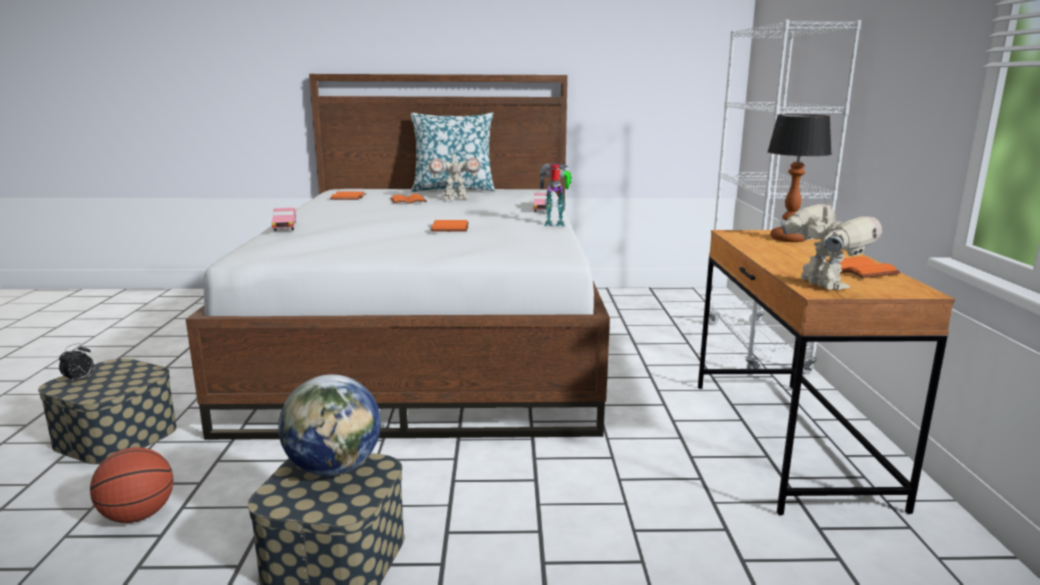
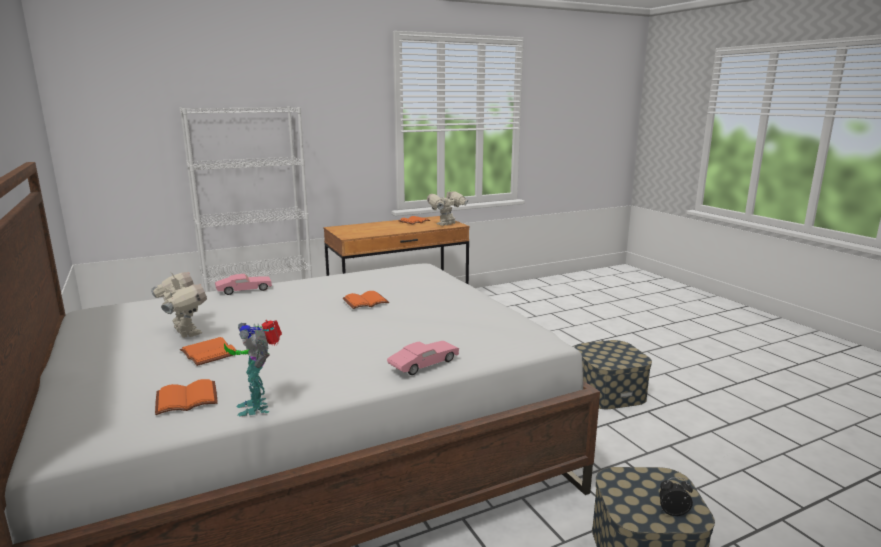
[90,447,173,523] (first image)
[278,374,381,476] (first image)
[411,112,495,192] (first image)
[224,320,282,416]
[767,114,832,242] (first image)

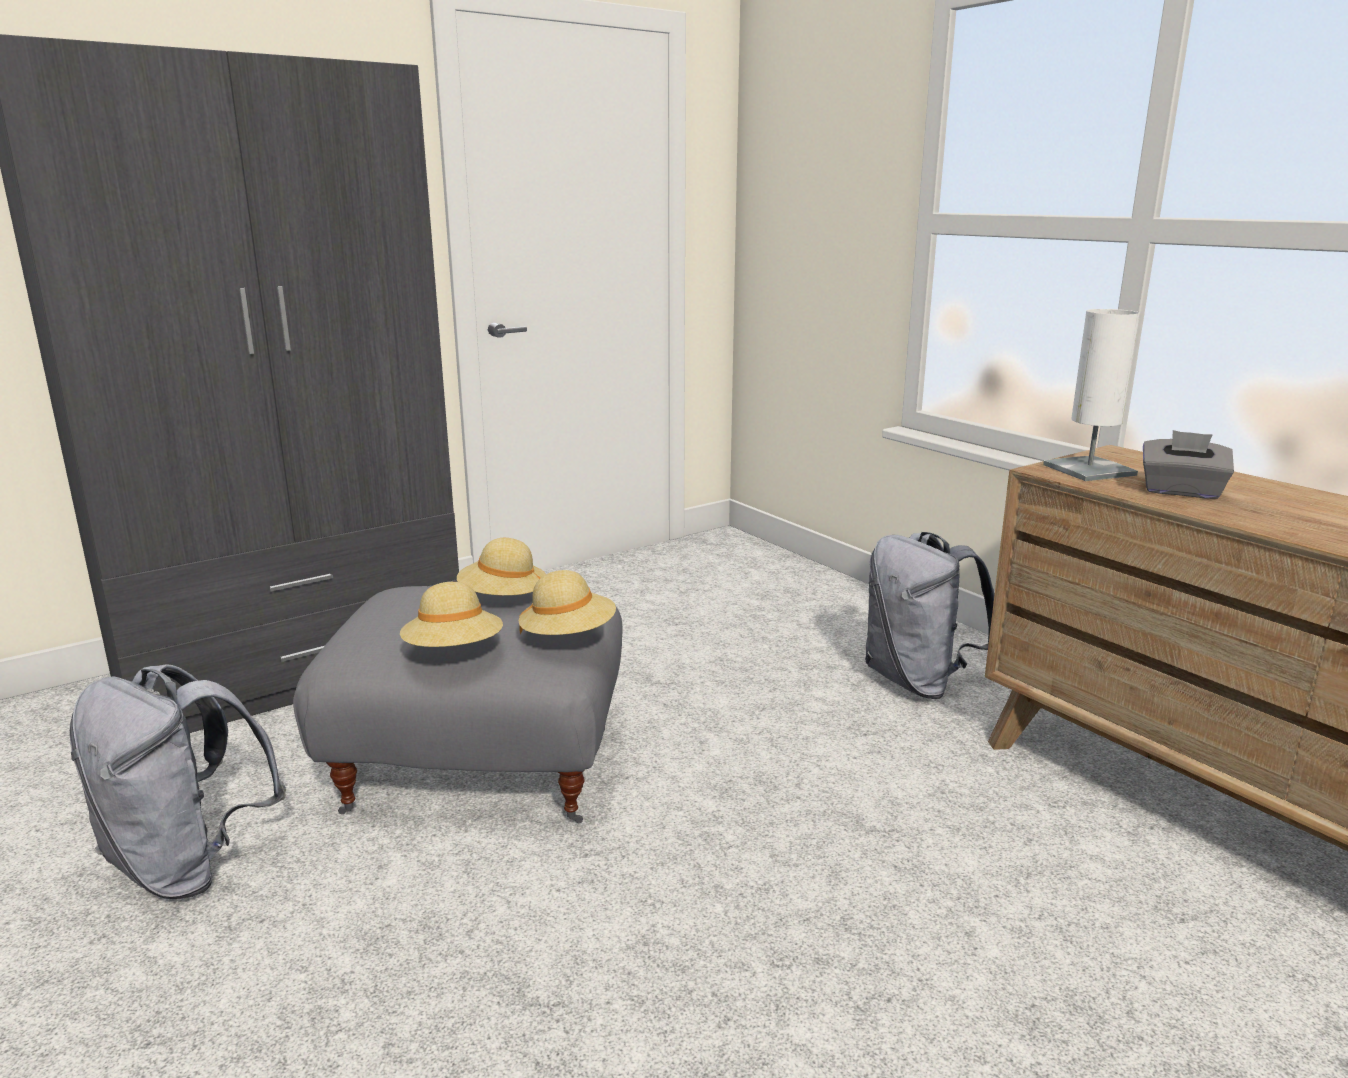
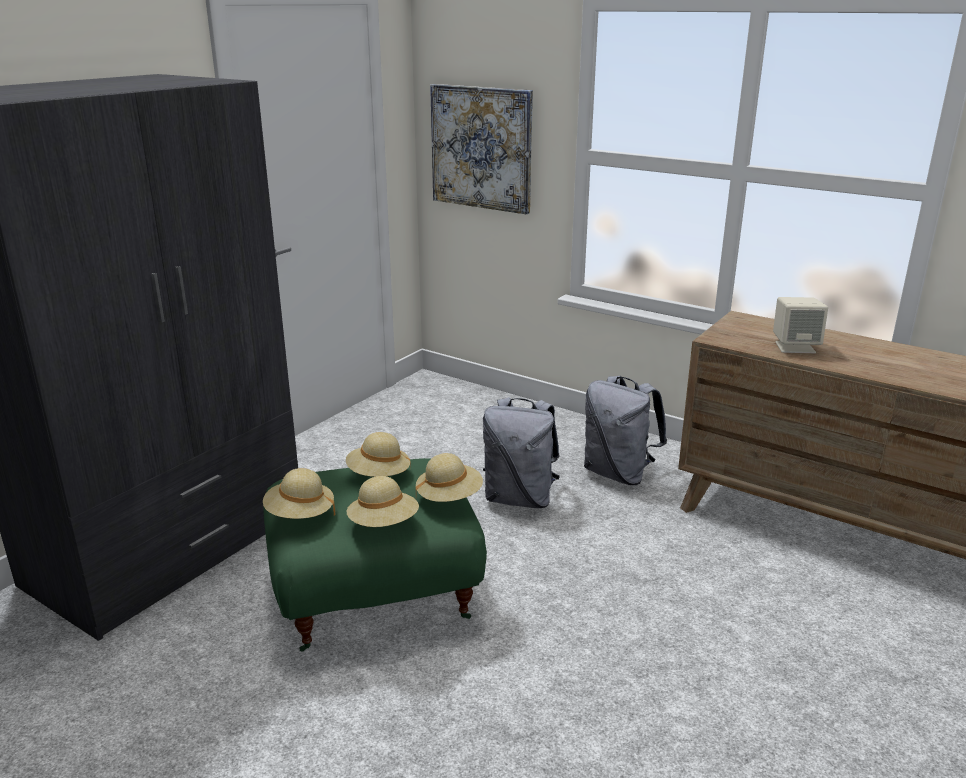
[483,397,560,508]
[263,458,487,651]
[1043,309,1140,481] (first image)
[773,297,828,353]
[263,468,335,519]
[430,84,533,214]

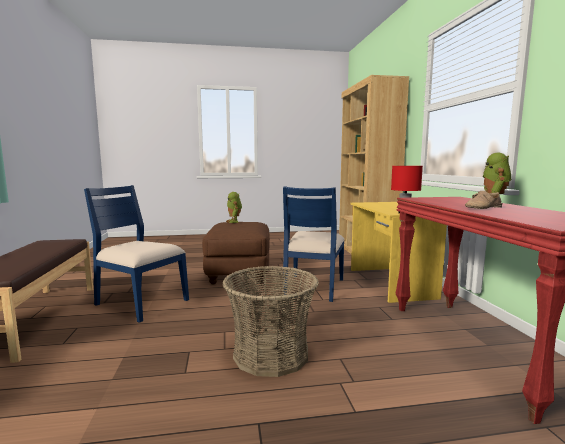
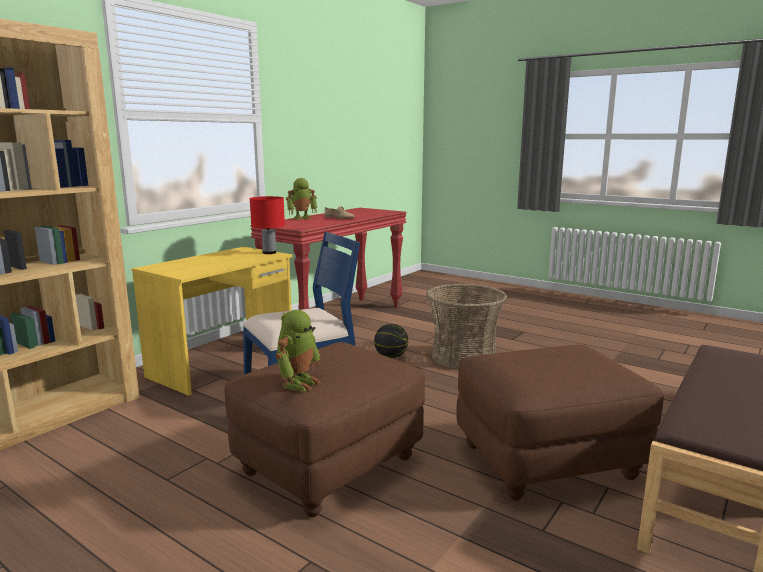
[456,345,664,501]
[374,324,408,358]

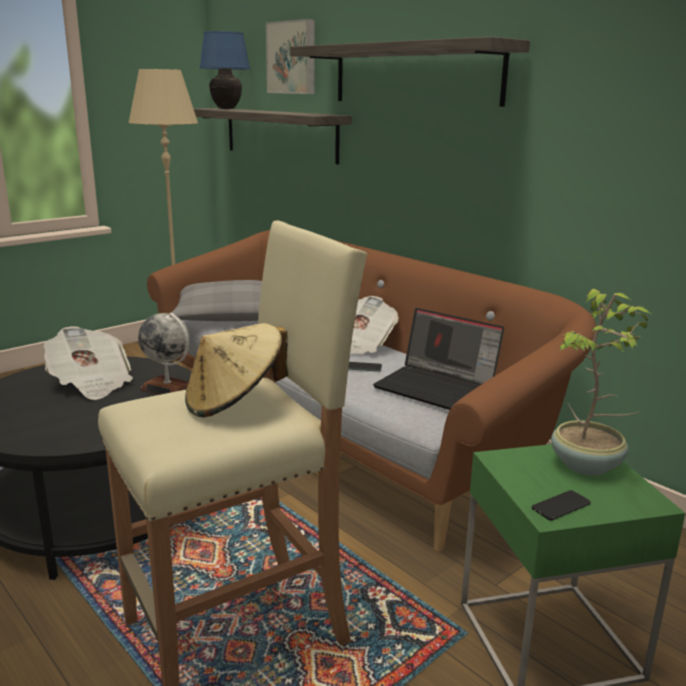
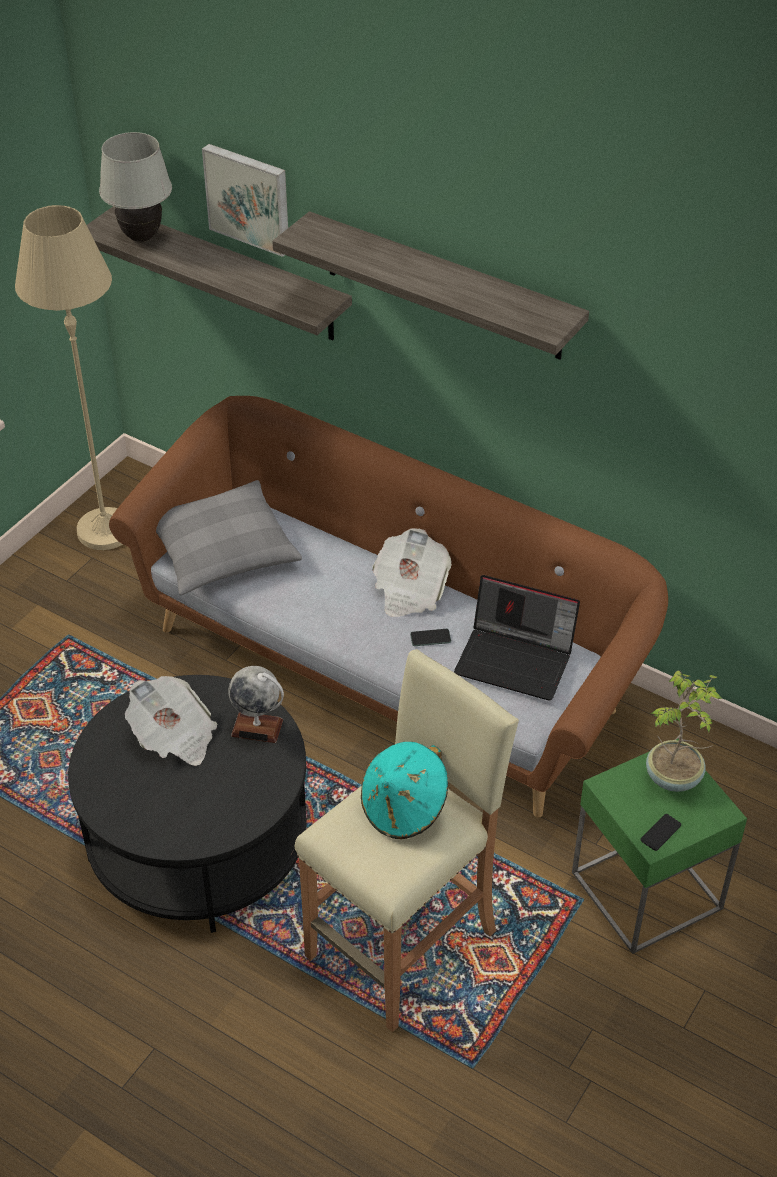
[361,742,448,839]
[99,132,172,242]

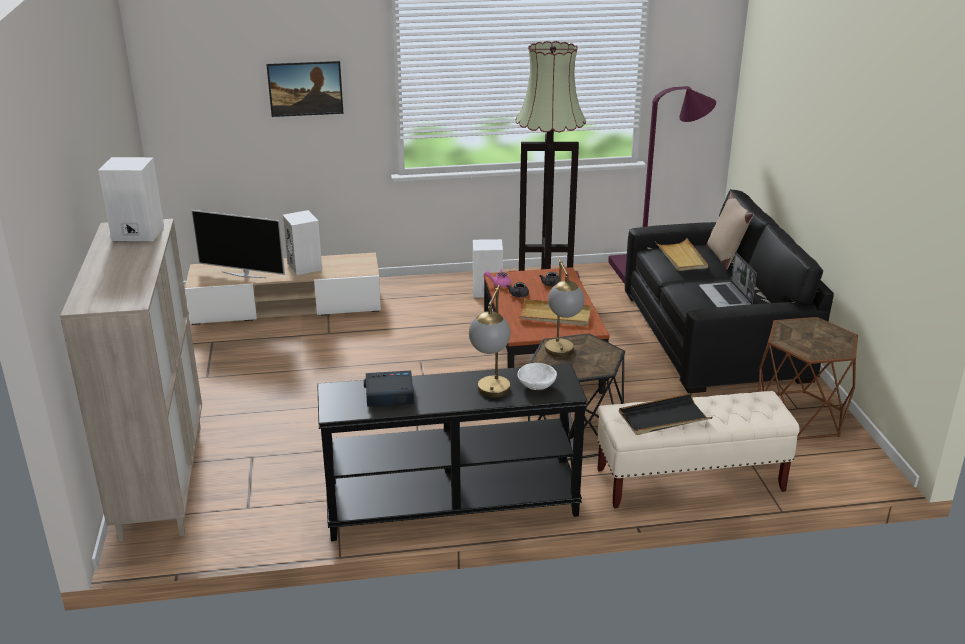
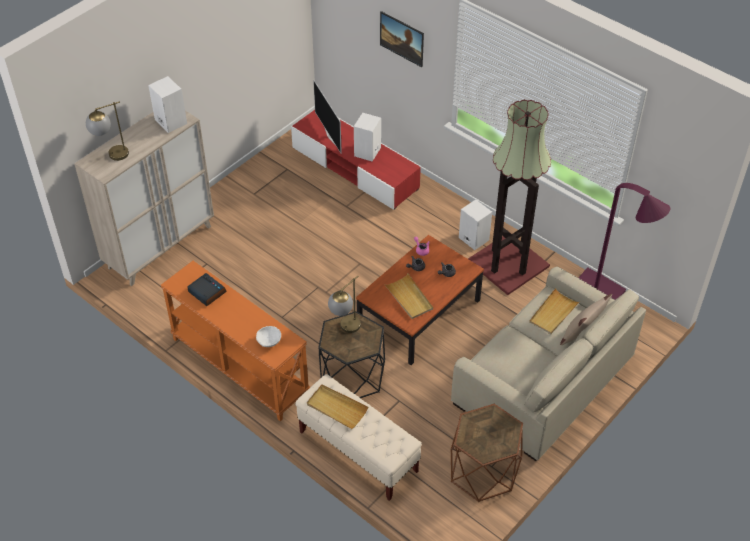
[291,110,421,209]
[161,261,310,421]
[86,101,129,161]
[307,385,368,429]
[451,267,646,461]
[699,252,757,307] (first image)

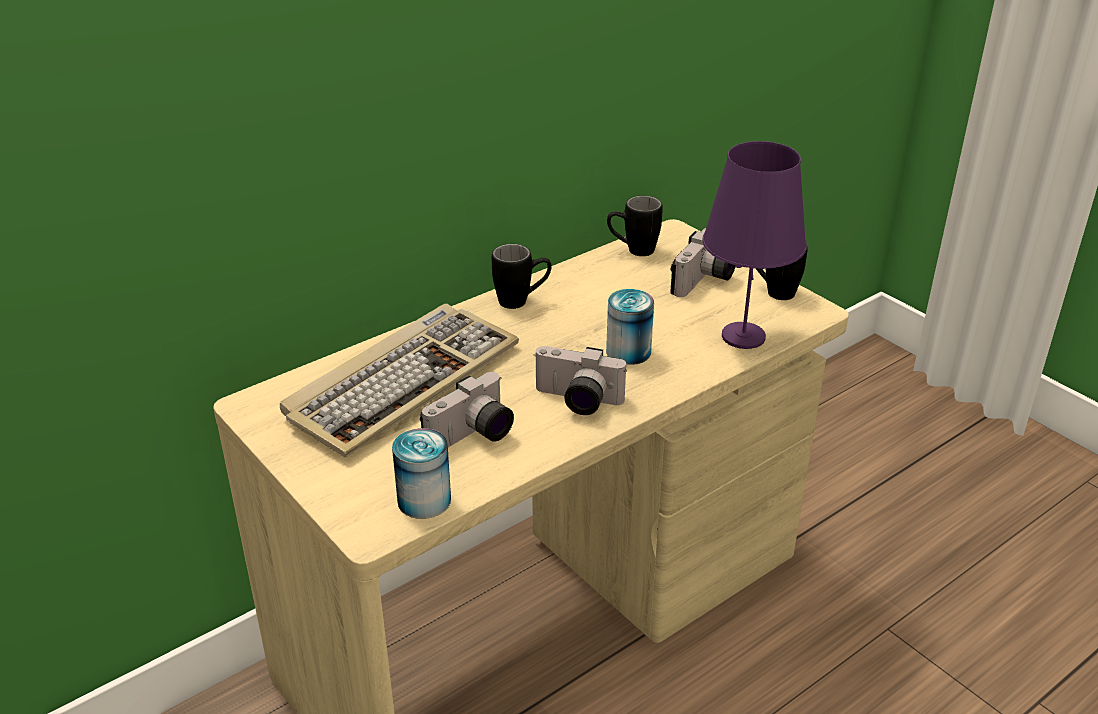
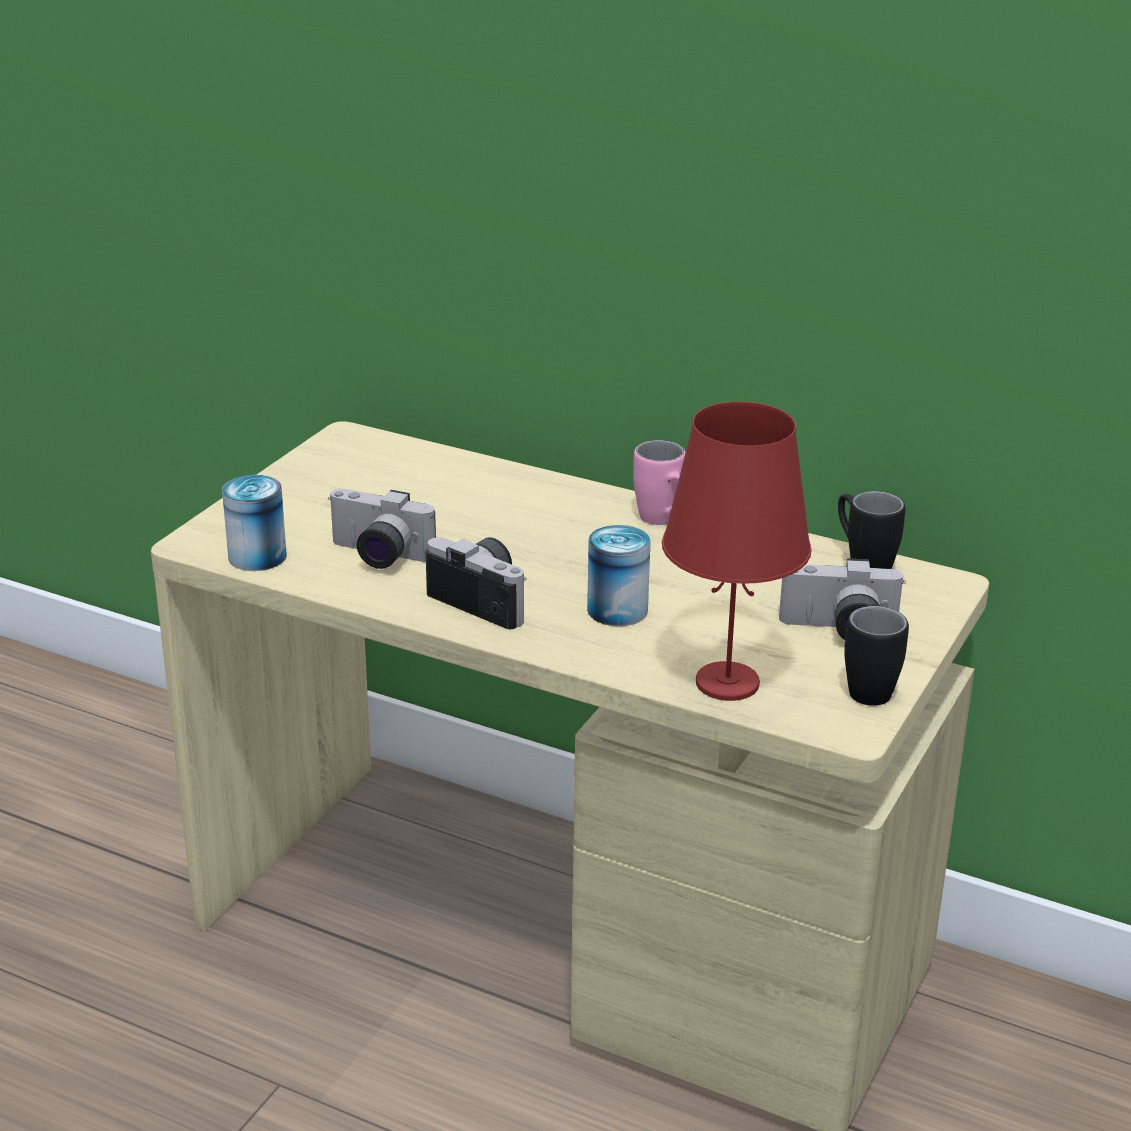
[280,304,519,457] (first image)
[633,440,686,525]
[425,537,527,629]
[662,402,812,701]

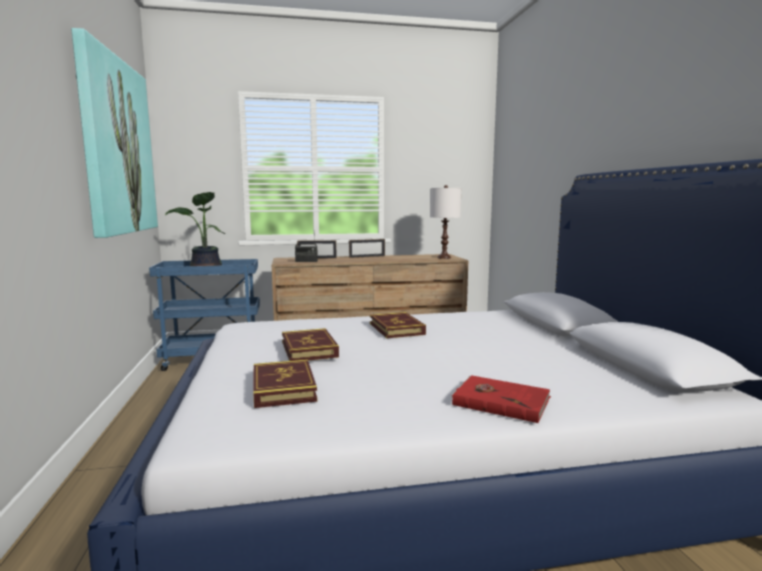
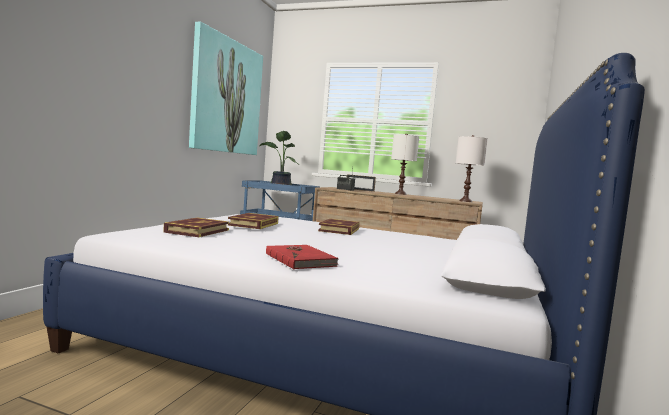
[391,134,419,195]

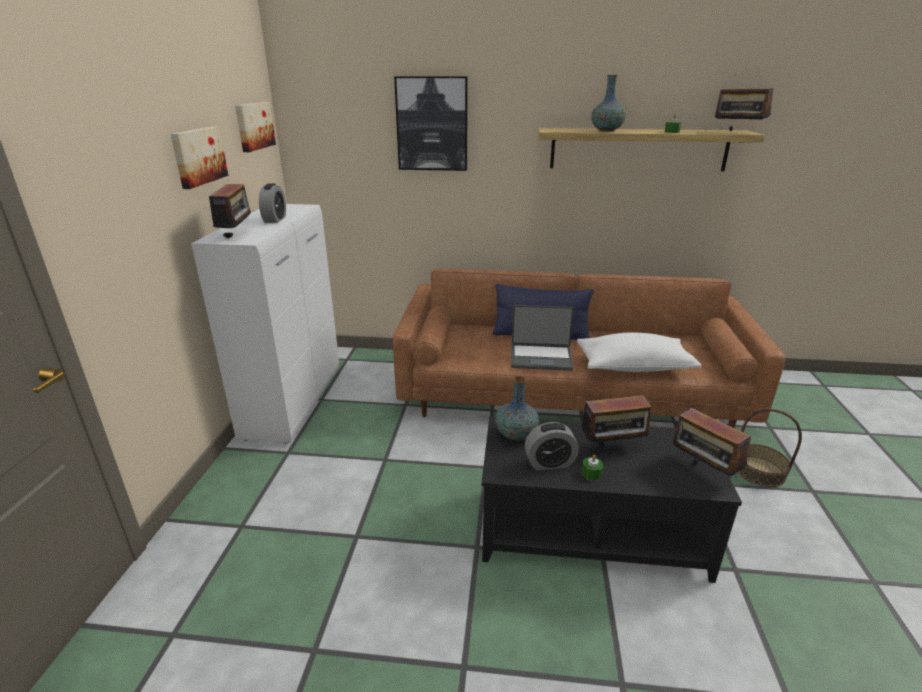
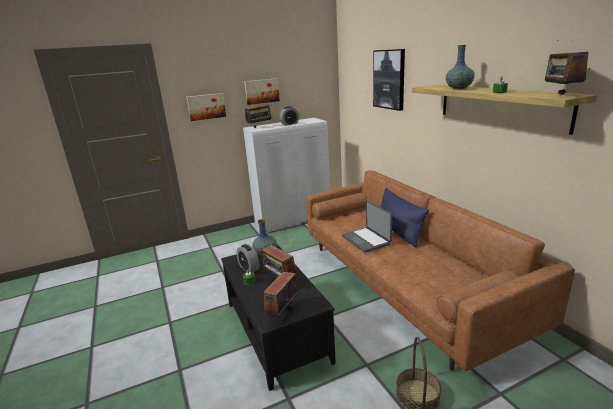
[187,93,226,121]
[577,333,702,372] (first image)

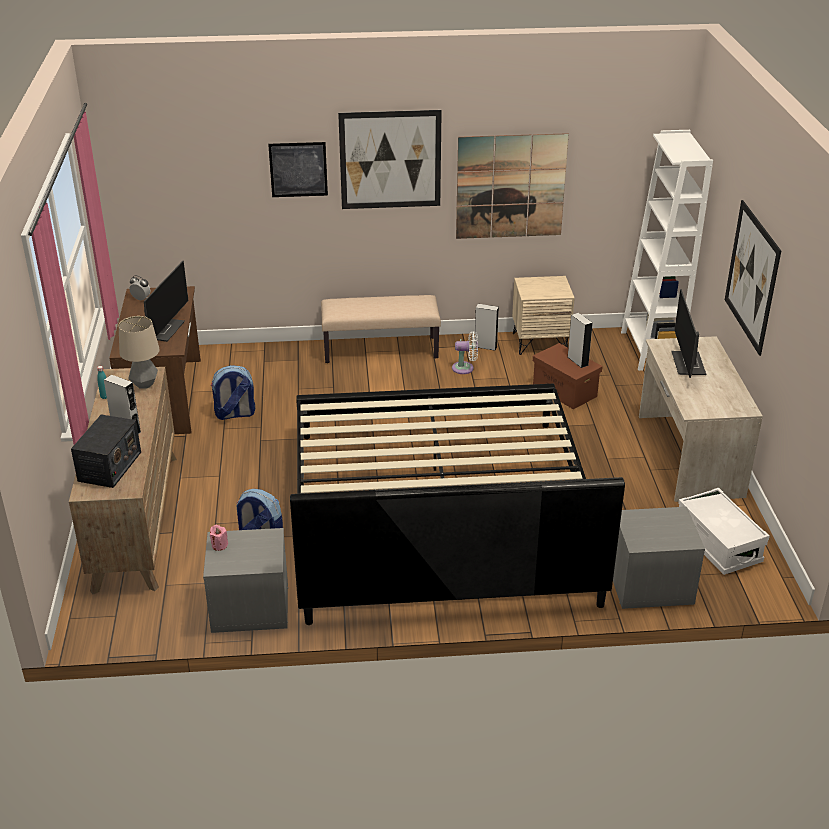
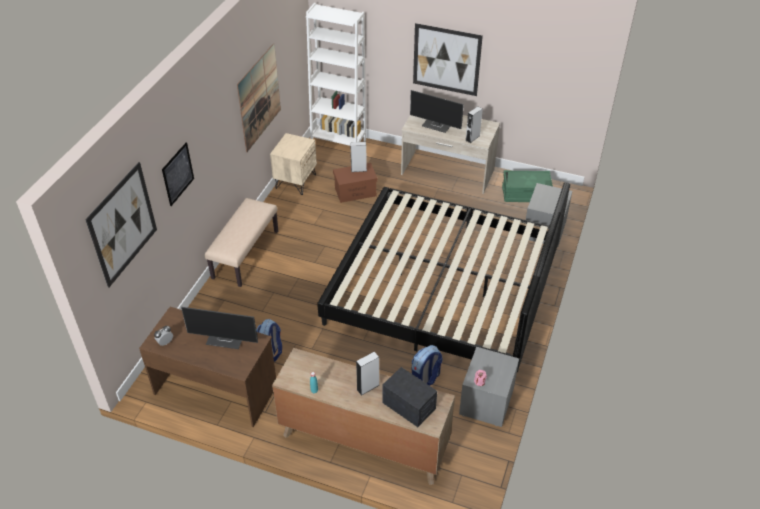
[119,316,160,389] (first image)
[181,307,258,349]
[85,162,157,288]
[452,331,478,374] (first image)
[465,106,483,143]
[502,170,553,202]

